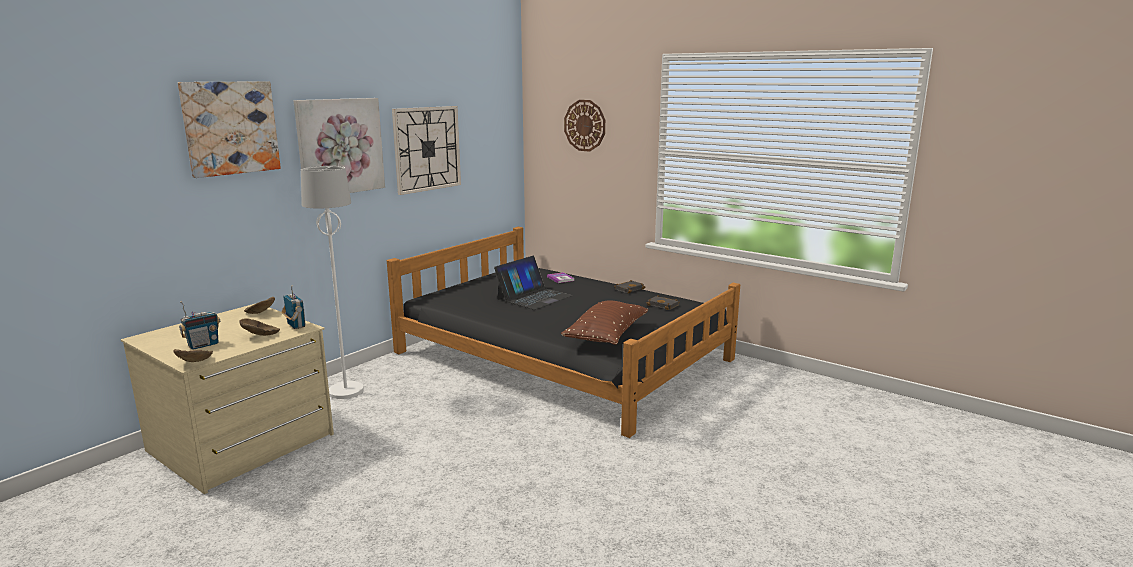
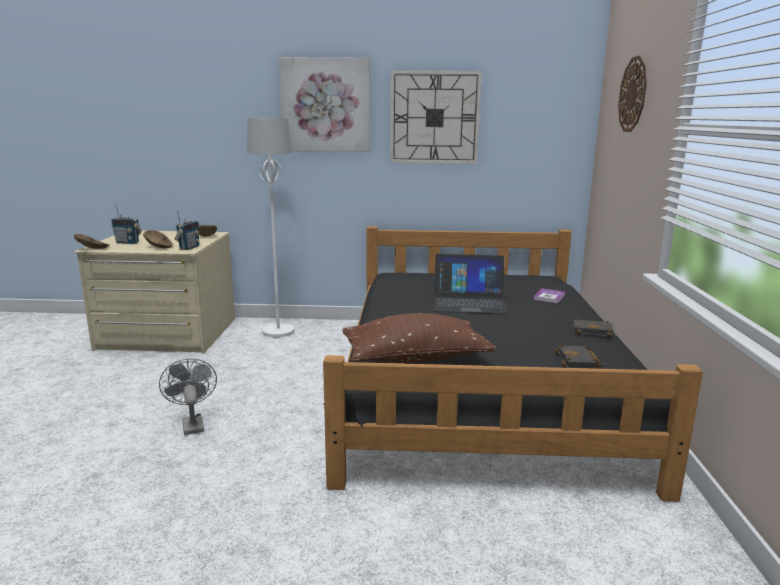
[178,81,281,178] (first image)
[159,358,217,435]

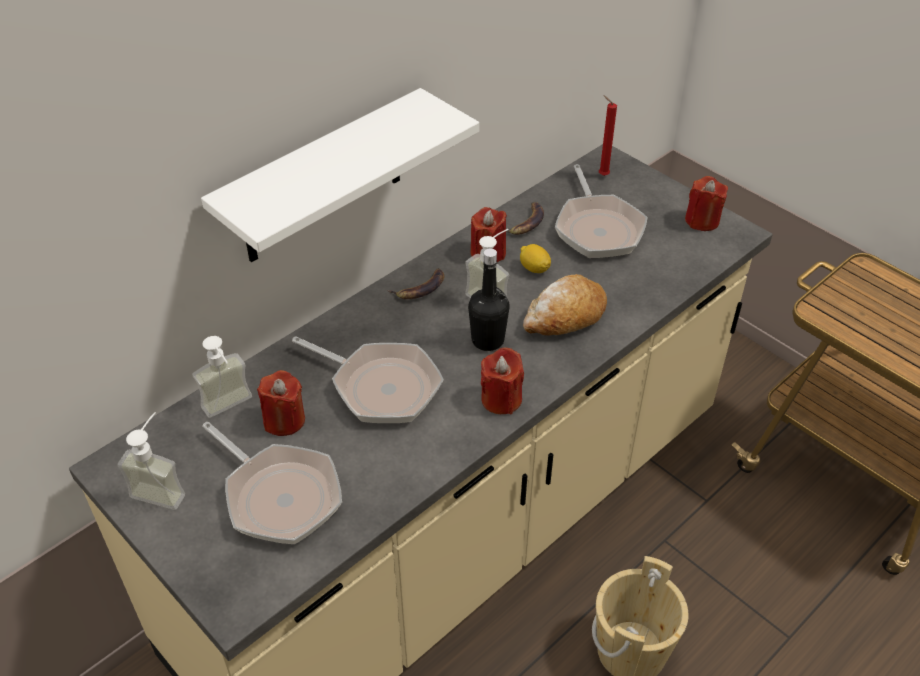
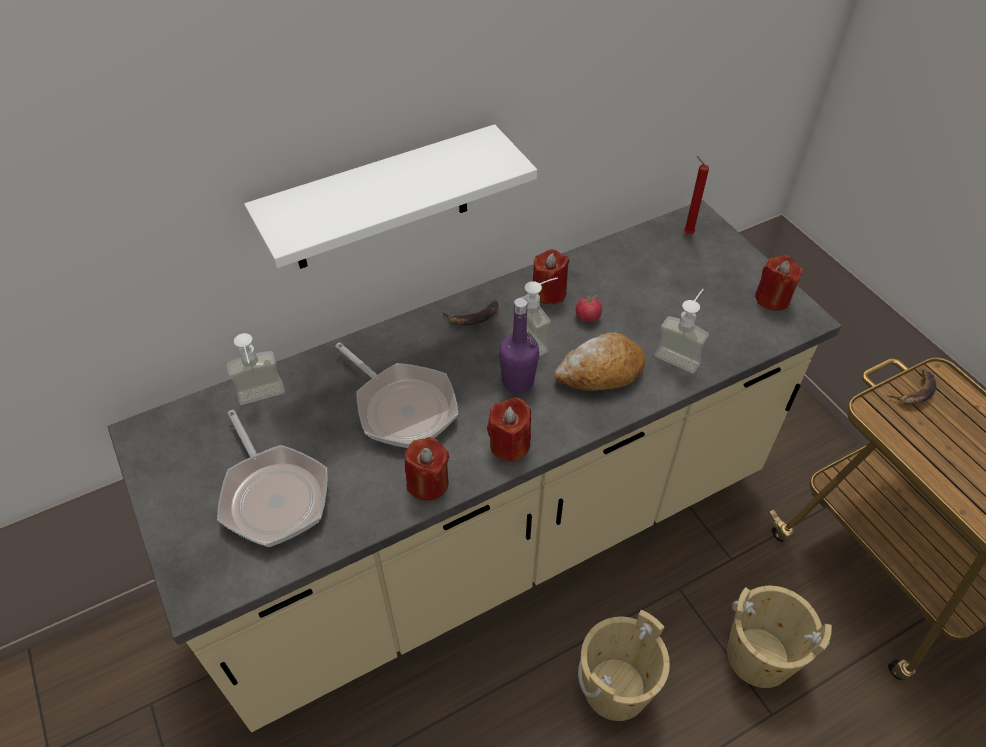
[655,289,709,373]
[405,437,449,501]
[499,298,539,393]
[887,370,936,404]
[576,293,602,322]
[555,164,647,258] (first image)
[727,586,832,688]

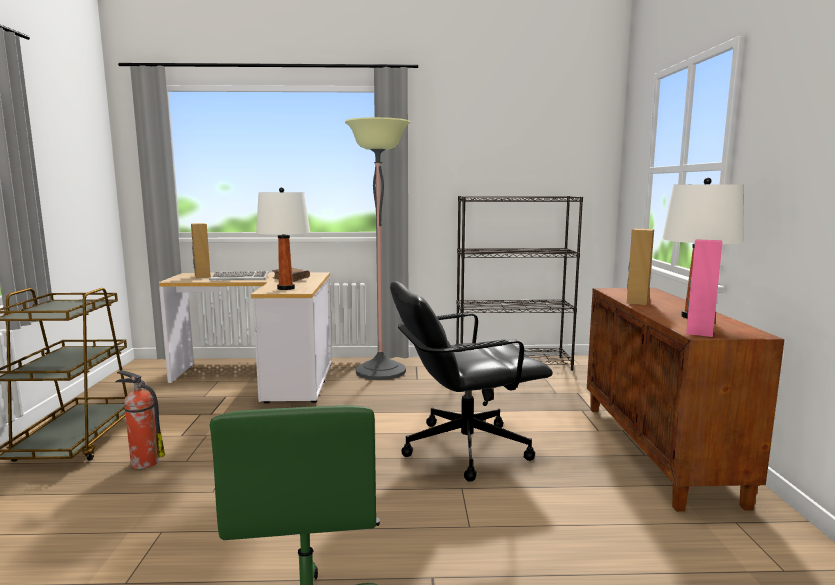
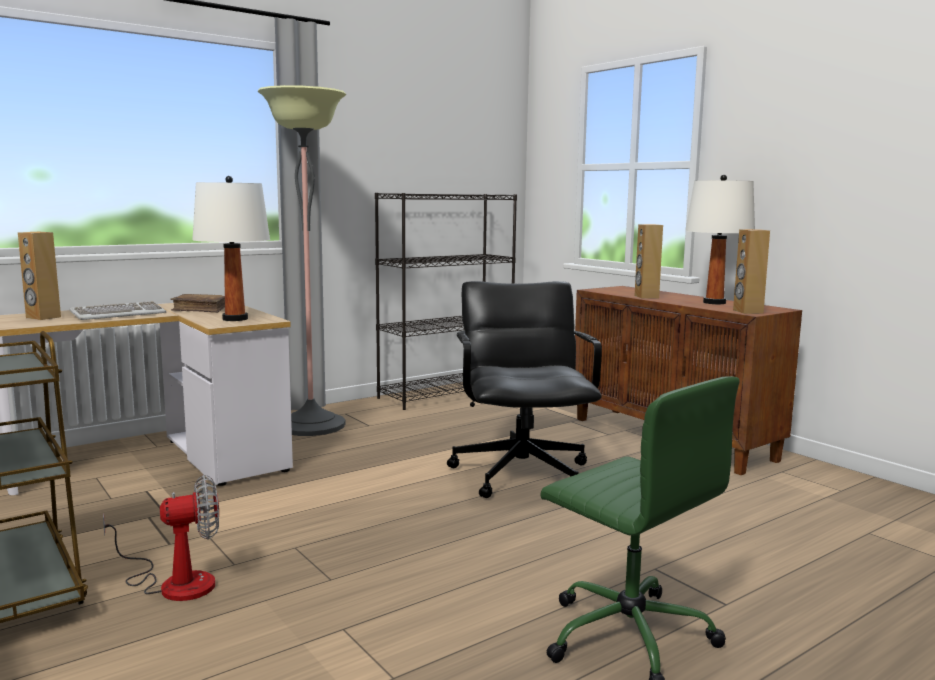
[103,475,219,601]
[447,281,602,498]
[733,229,770,314]

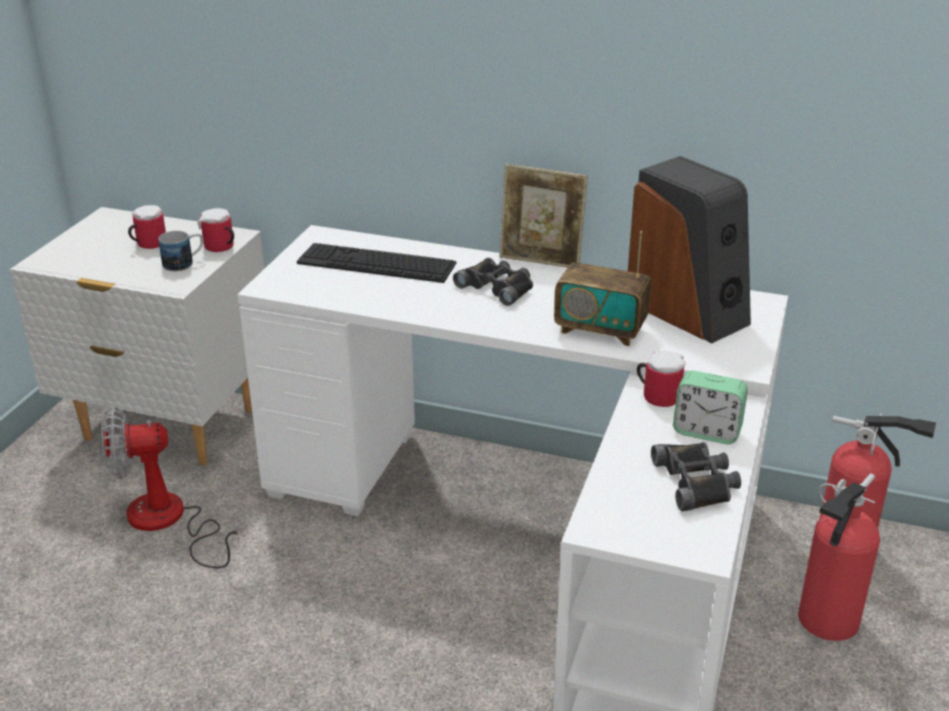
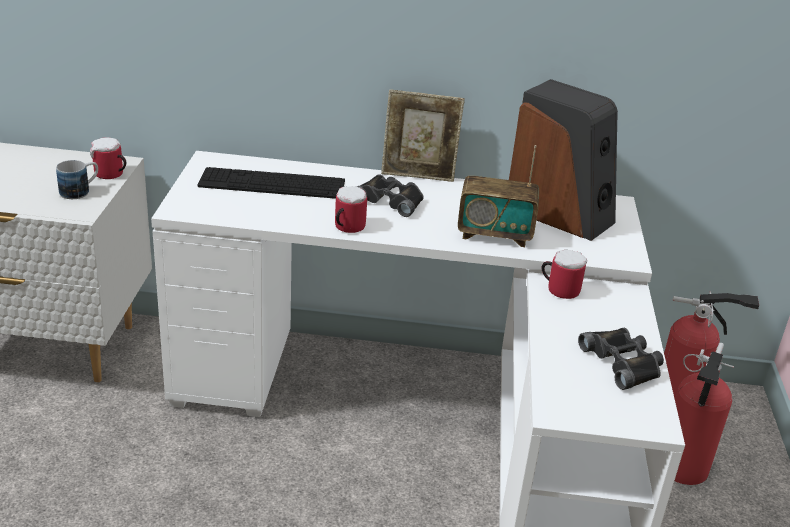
[102,407,239,568] (first image)
[335,186,367,233]
[673,371,748,444] (first image)

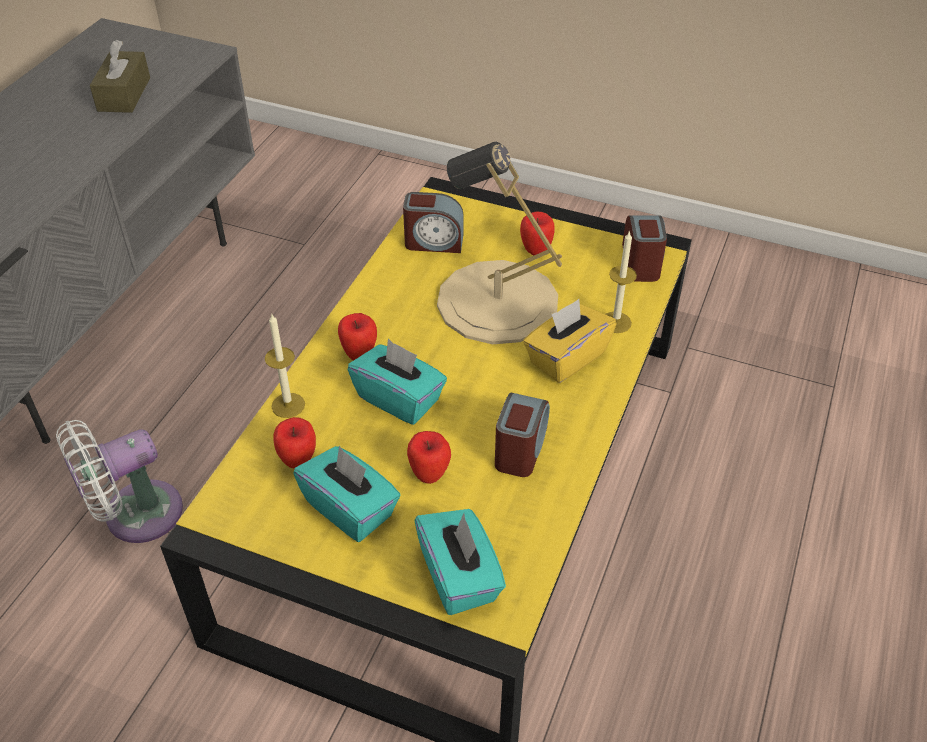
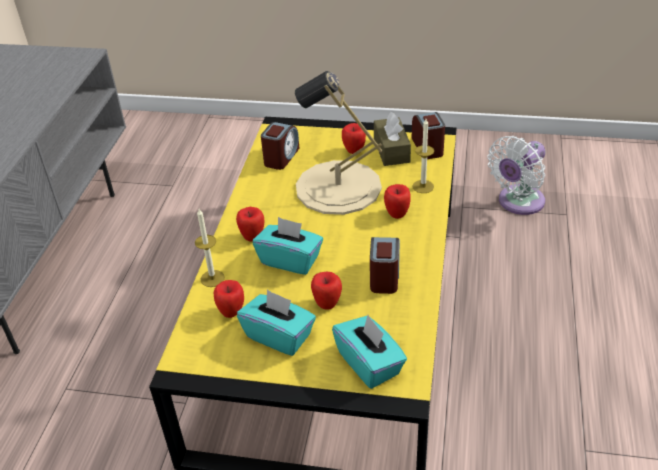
[487,136,545,215]
[374,112,411,166]
[261,122,300,170]
[384,184,411,219]

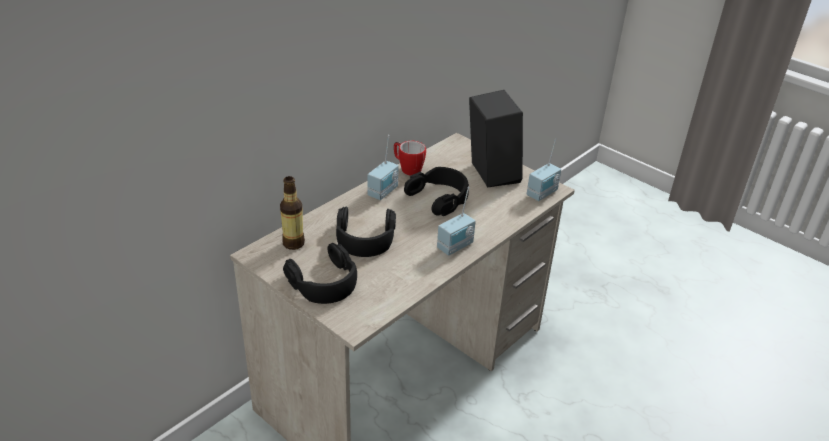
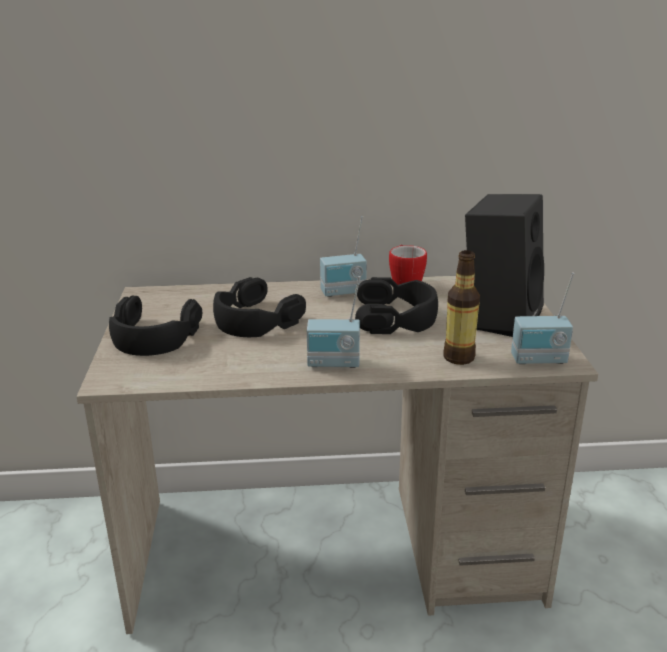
[444,250,480,365]

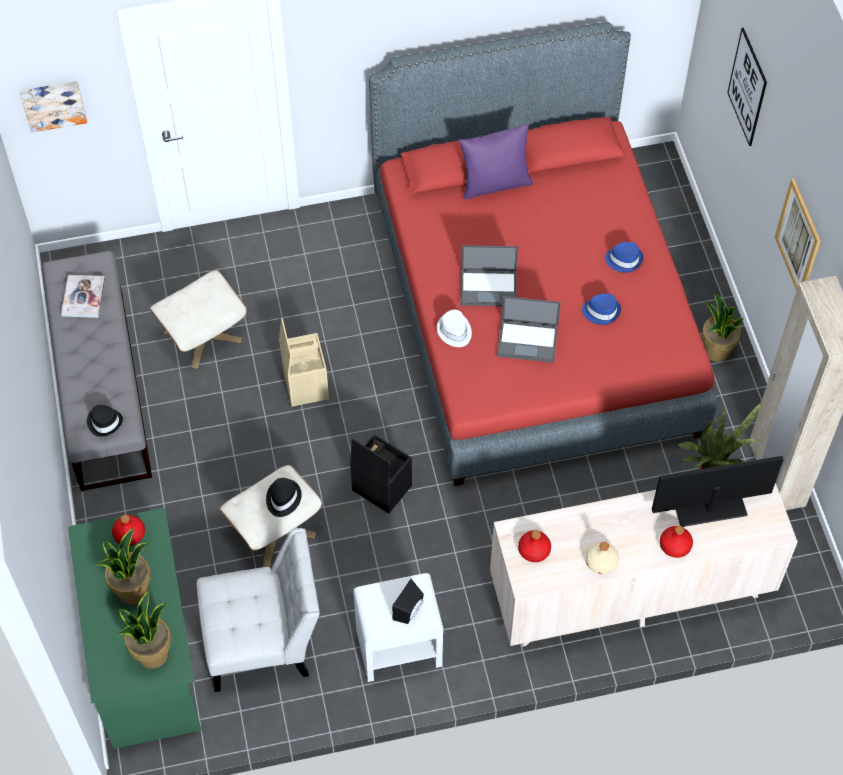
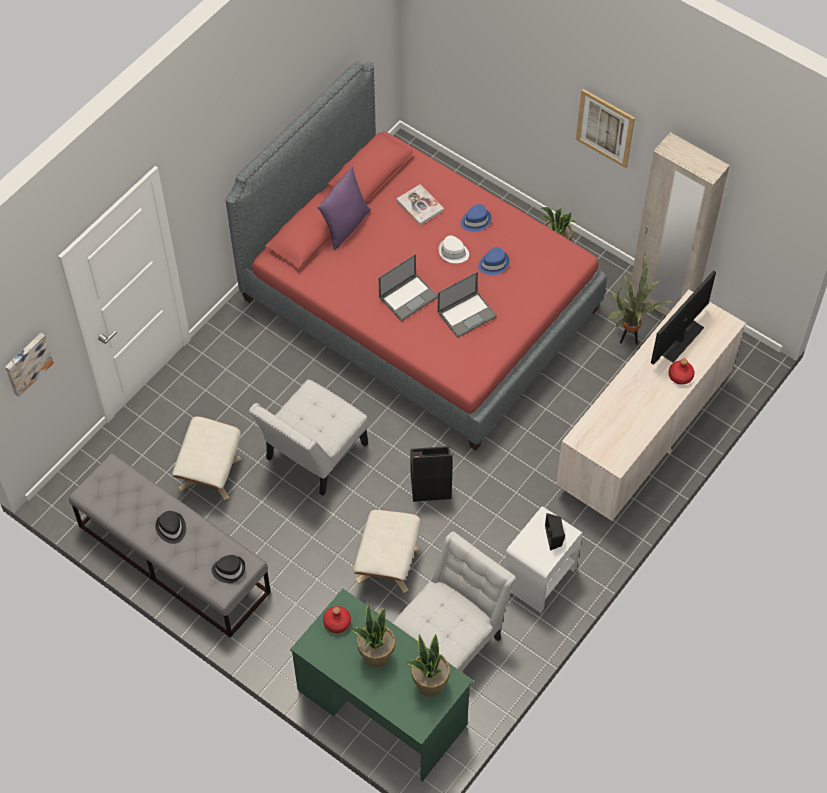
[396,184,444,225]
[155,511,186,544]
[249,379,368,496]
[439,236,469,263]
[518,530,551,562] (first image)
[585,542,619,574] (first image)
[727,28,767,146] (first image)

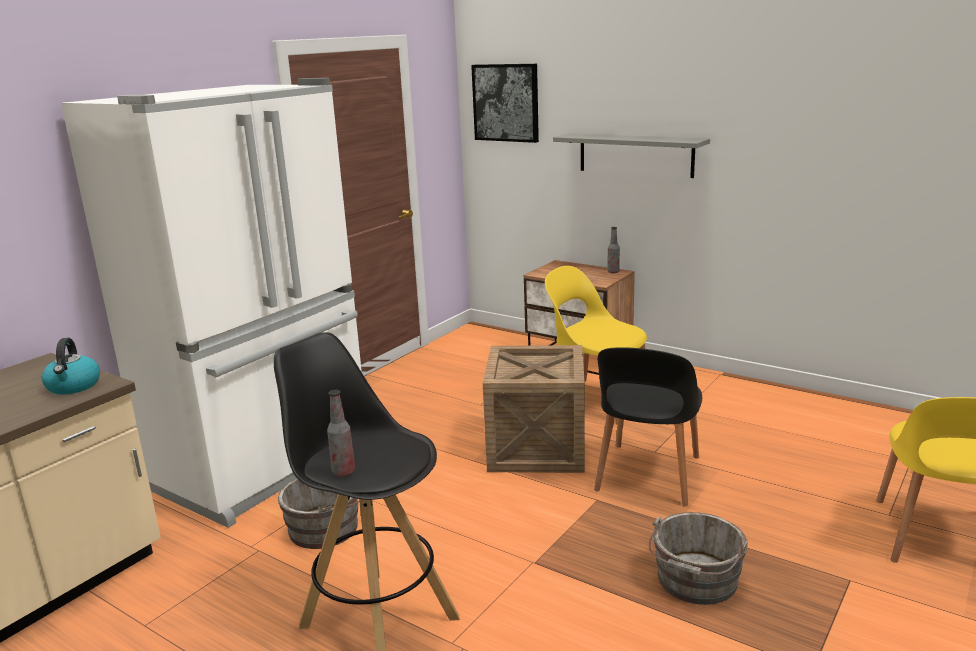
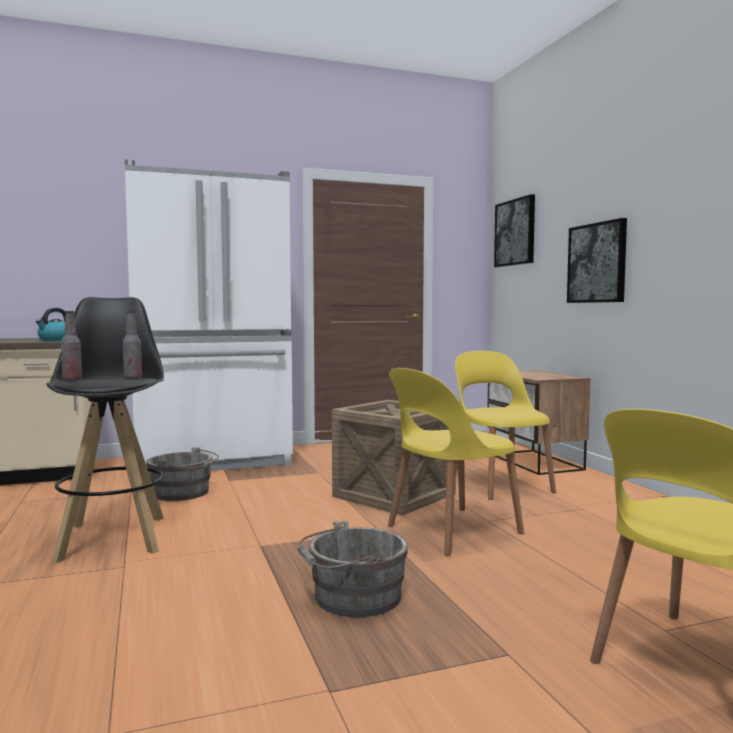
[567,218,627,303]
[388,368,524,556]
[123,311,142,379]

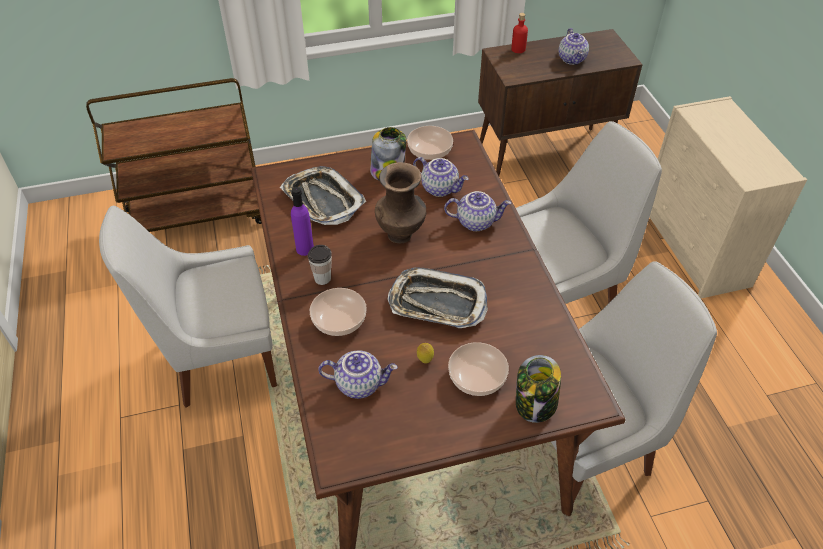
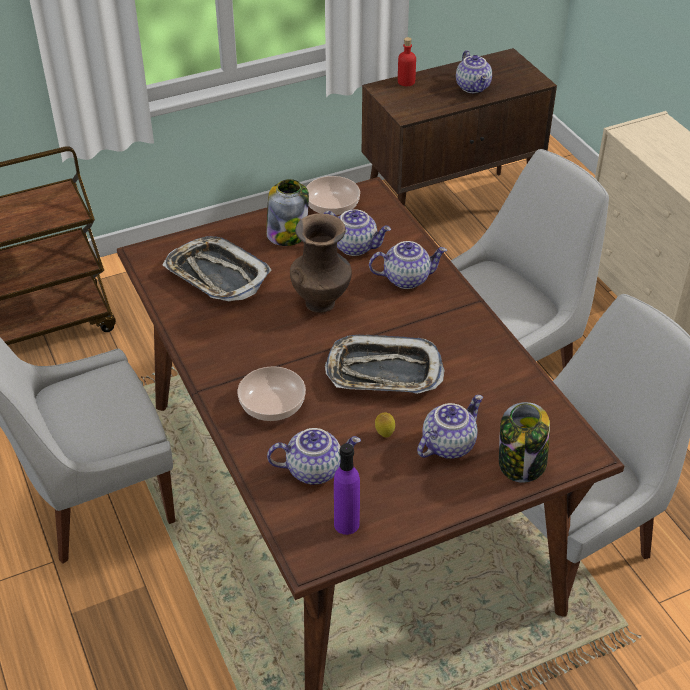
[334,443,360,535]
[308,245,332,285] (first image)
[417,395,483,459]

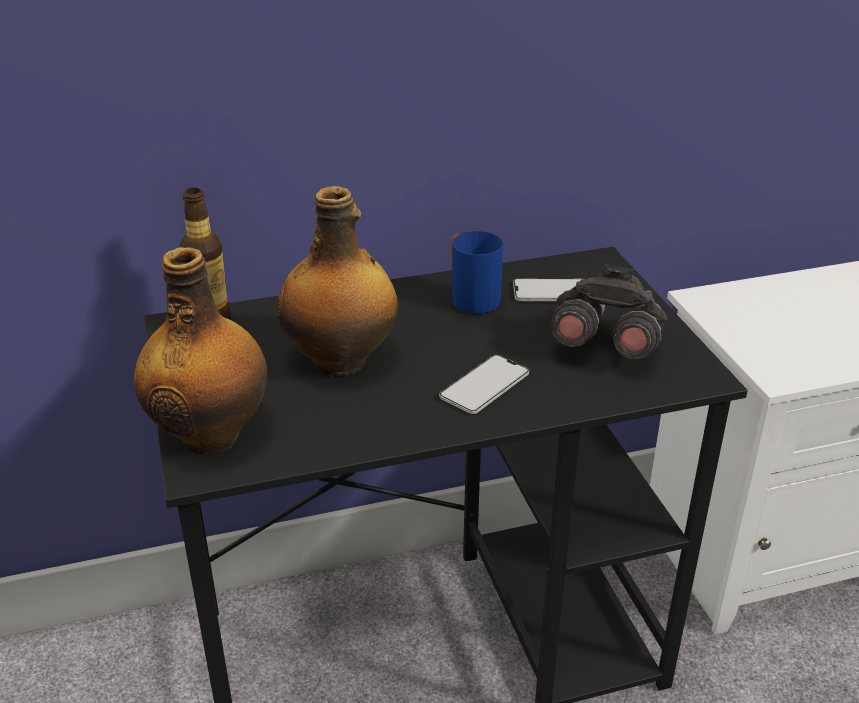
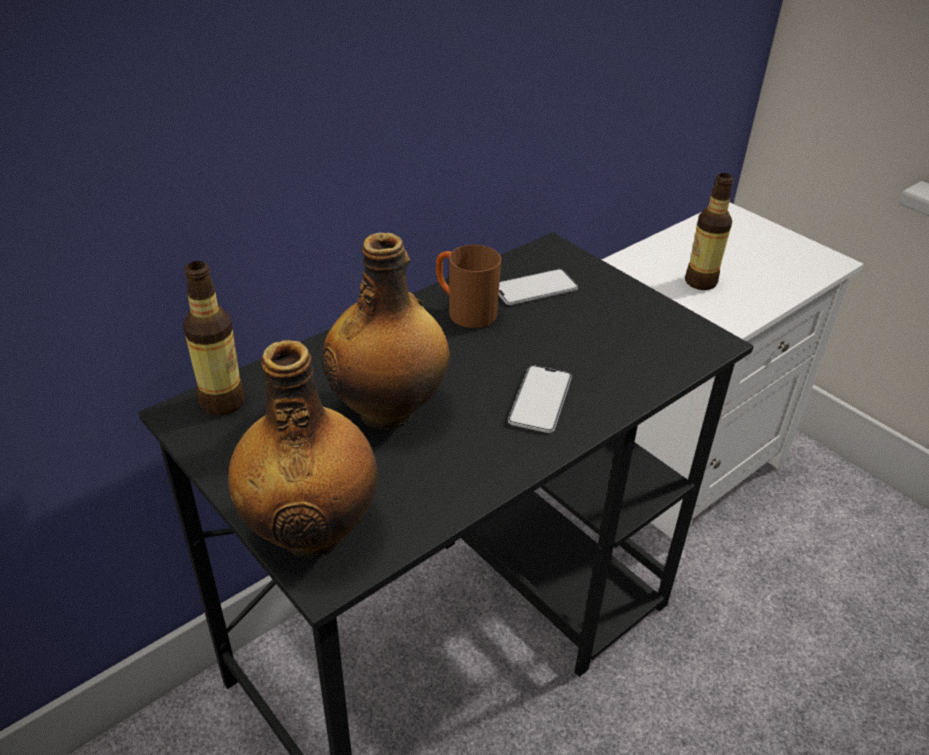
[436,245,501,328]
[551,264,667,359] (first image)
[685,173,734,290]

